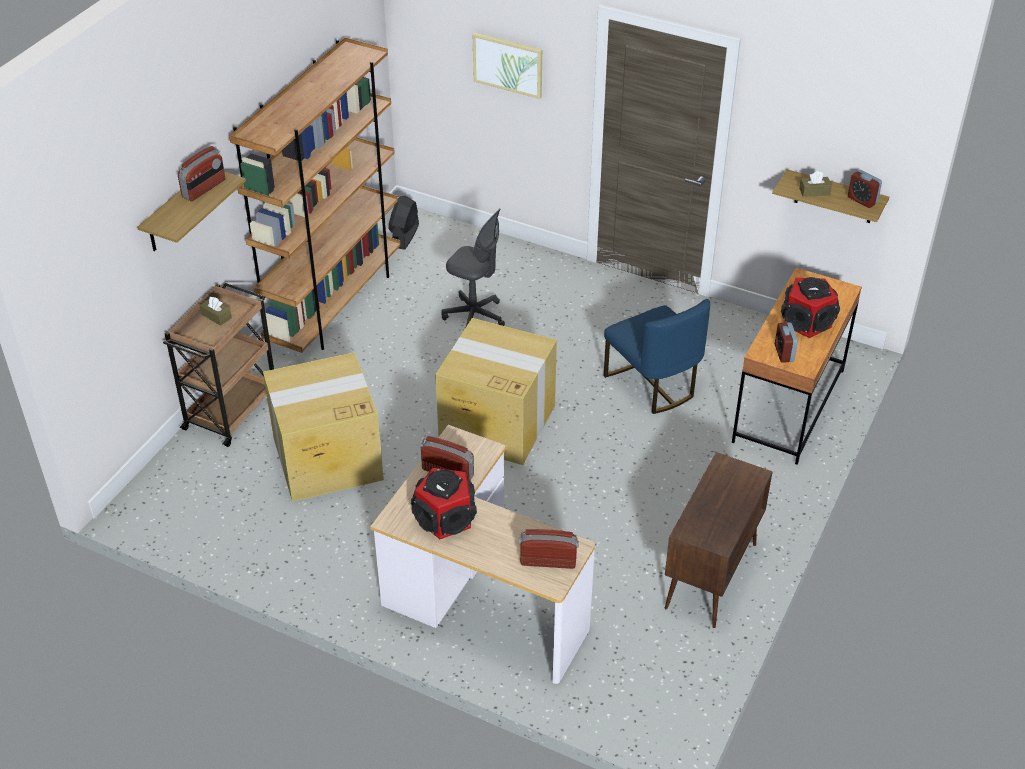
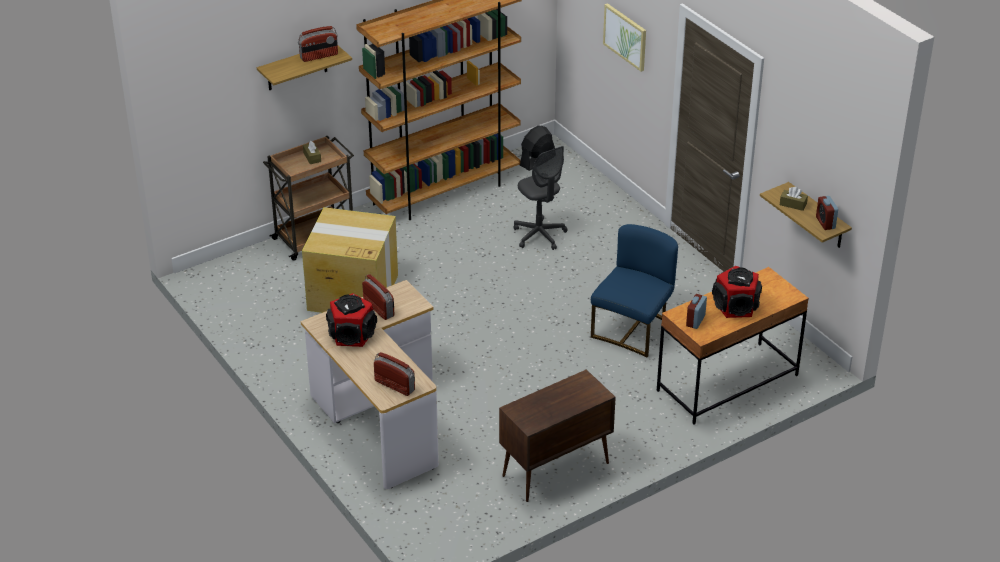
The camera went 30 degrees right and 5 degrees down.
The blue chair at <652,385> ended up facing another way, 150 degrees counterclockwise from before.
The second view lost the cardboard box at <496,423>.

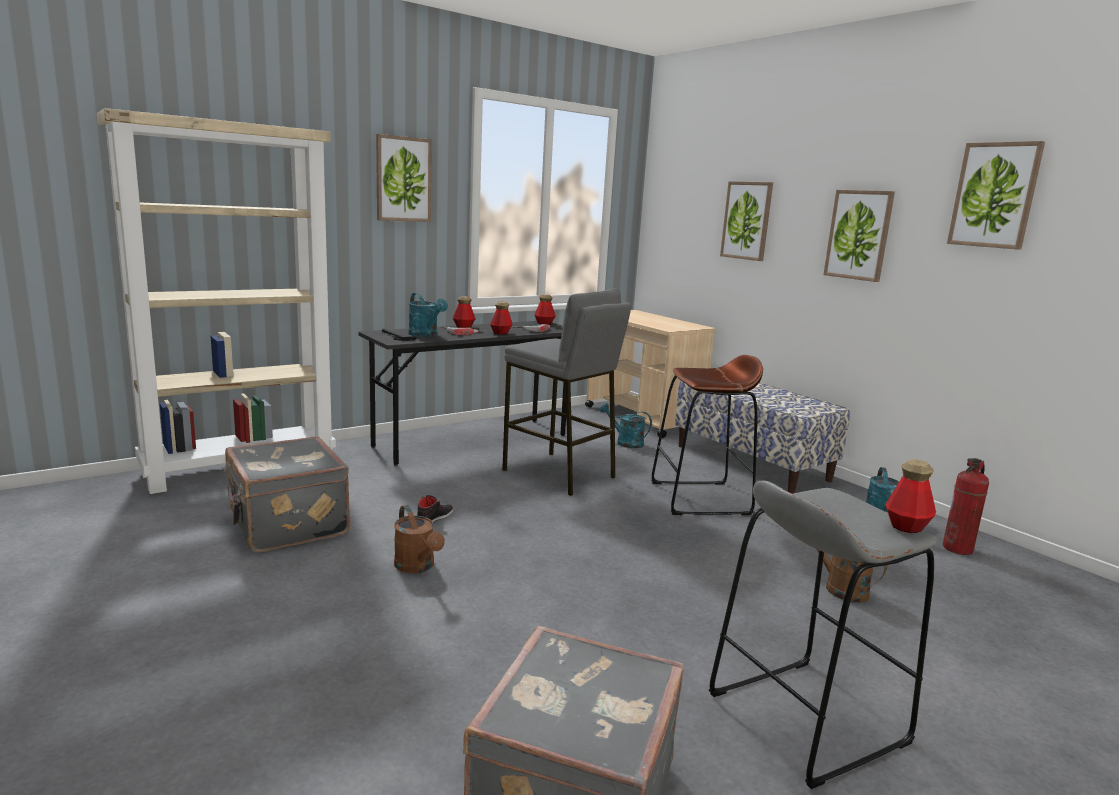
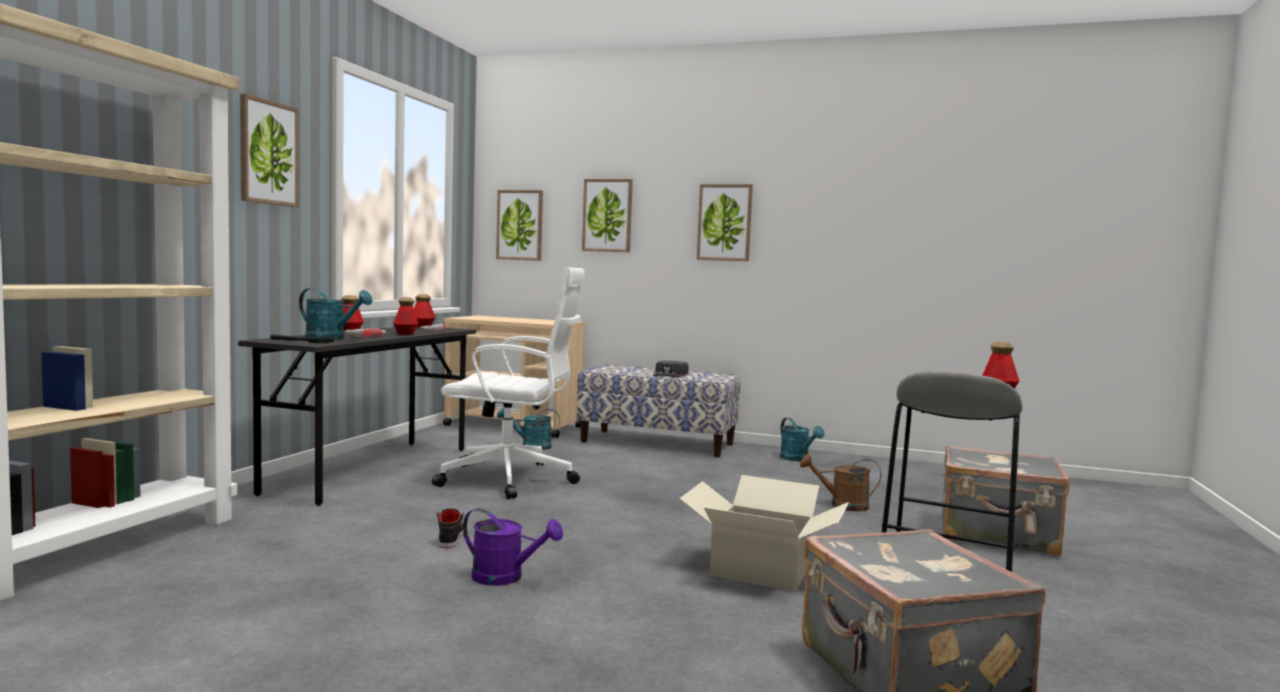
The camera went 35 degrees left and 10 degrees down.
The picture ended up elsewhere, having gone from <994,195> to <520,225>.
Where the grey stool stood at <559,473>, the white office chair came to stand at <511,479>.
The second view lost the brown stool at <700,498>.
The grey suitcase ended up elsewhere, having gone from <286,525> to <998,536>.
The second view lost the fire extinguisher at <958,549>.
What was the brown watering can at <417,567> turned into the purple watering can at <506,578>.
The second view gained the black cap at <670,374>.
The second view gained the cardboard box at <760,570>.

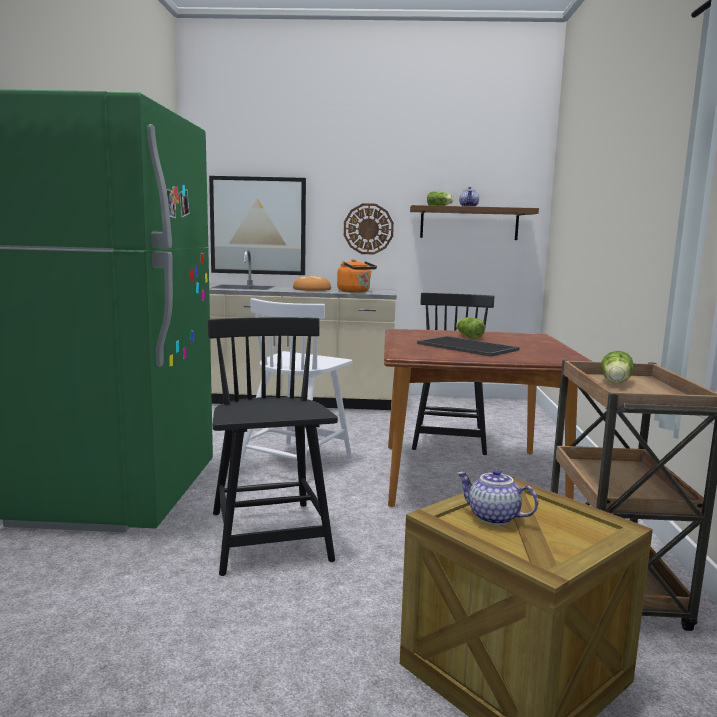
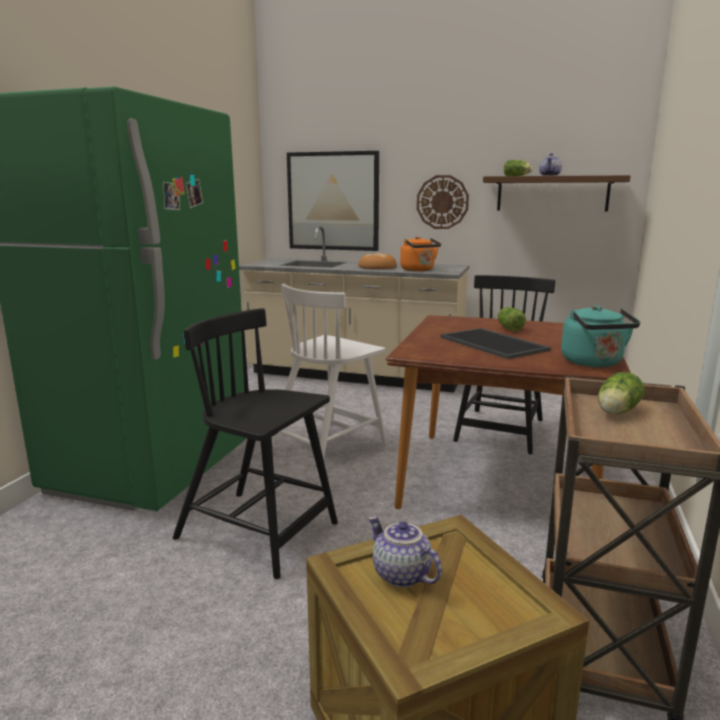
The camera went 15 degrees right and 5 degrees up.
The black chair at <269,538> ended up facing another way, 60 degrees counterclockwise from before.
The second view gained the turquoise kettle at <594,363>.

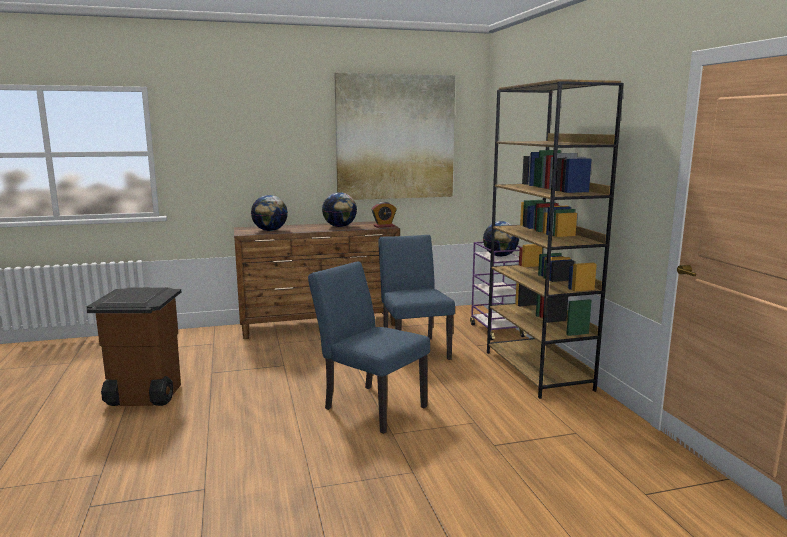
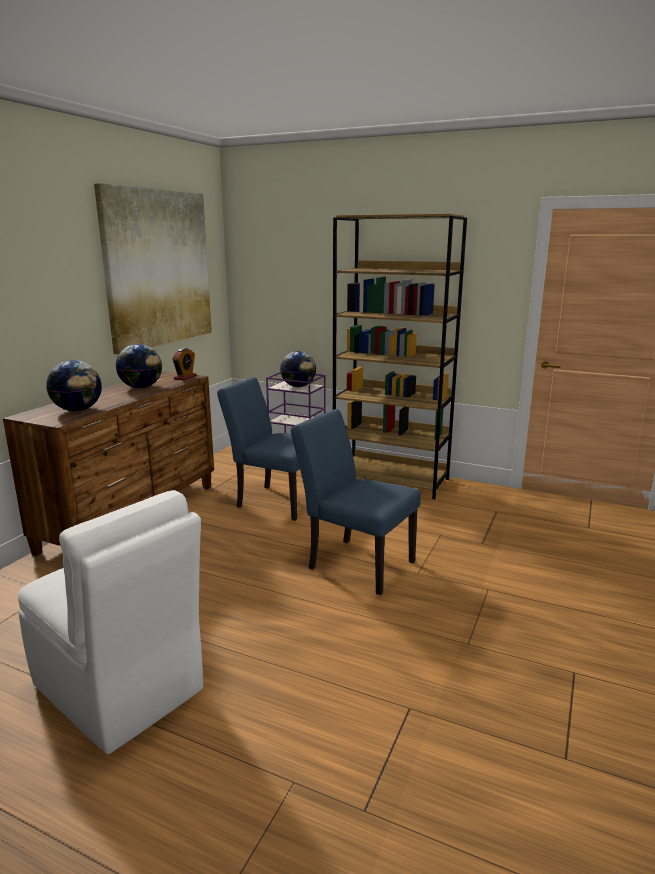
The camera went 50 degrees left and 5 degrees up.
The blue chair at <369,405> ended up facing another way, 45 degrees clockwise from before.
Where the brown trash can stood at <144,396>, the white chair came to stand at <120,689>.

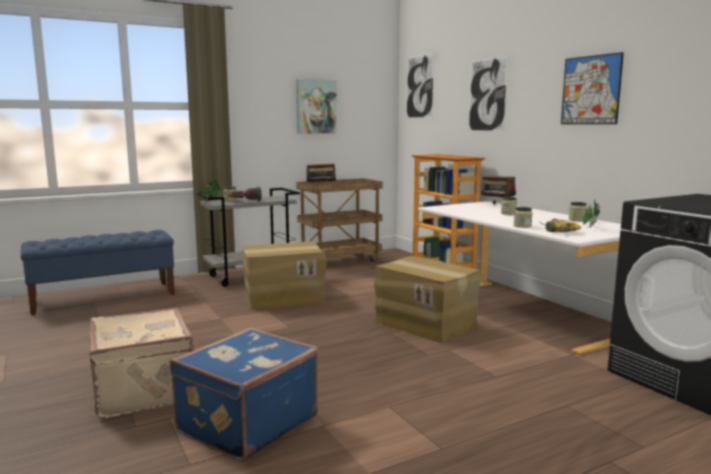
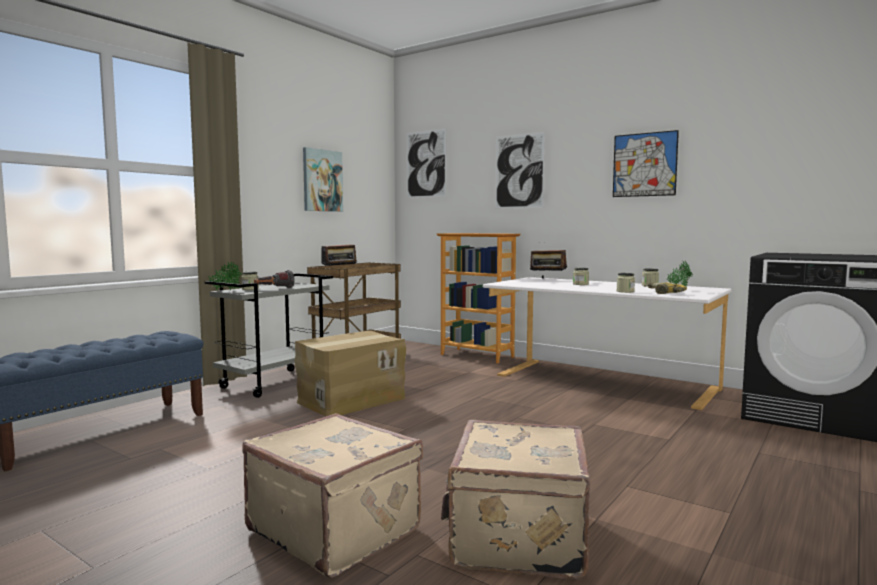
The camera went 25 degrees left and 5 degrees down.
The second view lost the cardboard box at <426,324>.
What was the blue suitcase at <245,423> turned into the beige suitcase at <516,537>.

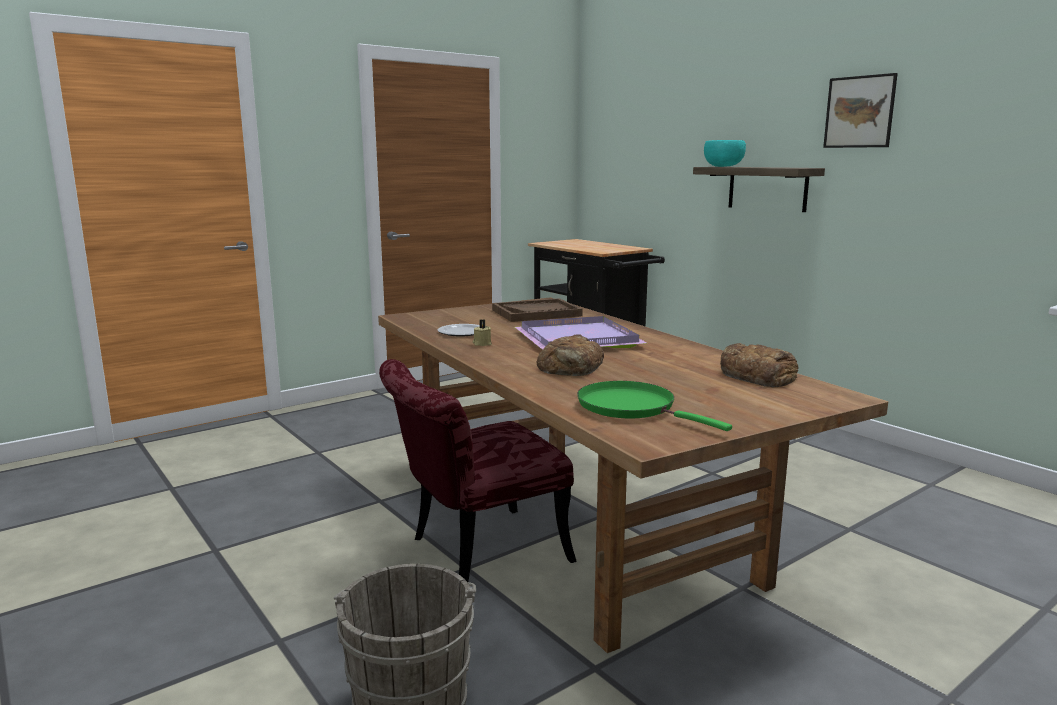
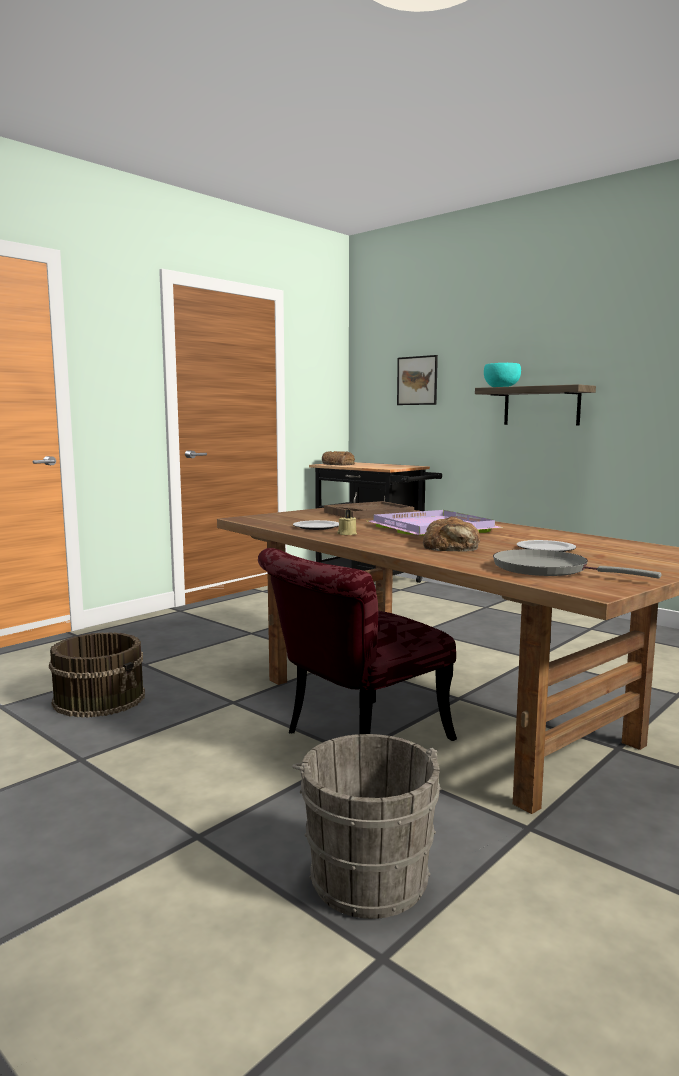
The camera went 10 degrees left and 5 degrees down.
The picture ended up elsewhere, having gone from <859,112> to <417,380>.
The bread ended up elsewhere, having gone from <758,375> to <338,464>.
What was the green frying pan at <632,407> turned into the grey frying pan at <546,569>.
The second view gained the plate at <546,549>.
The second view gained the brown bucket at <100,698>.

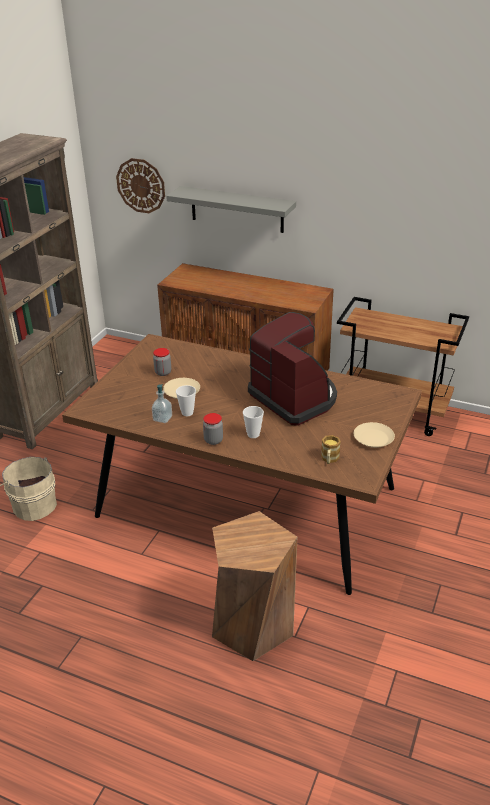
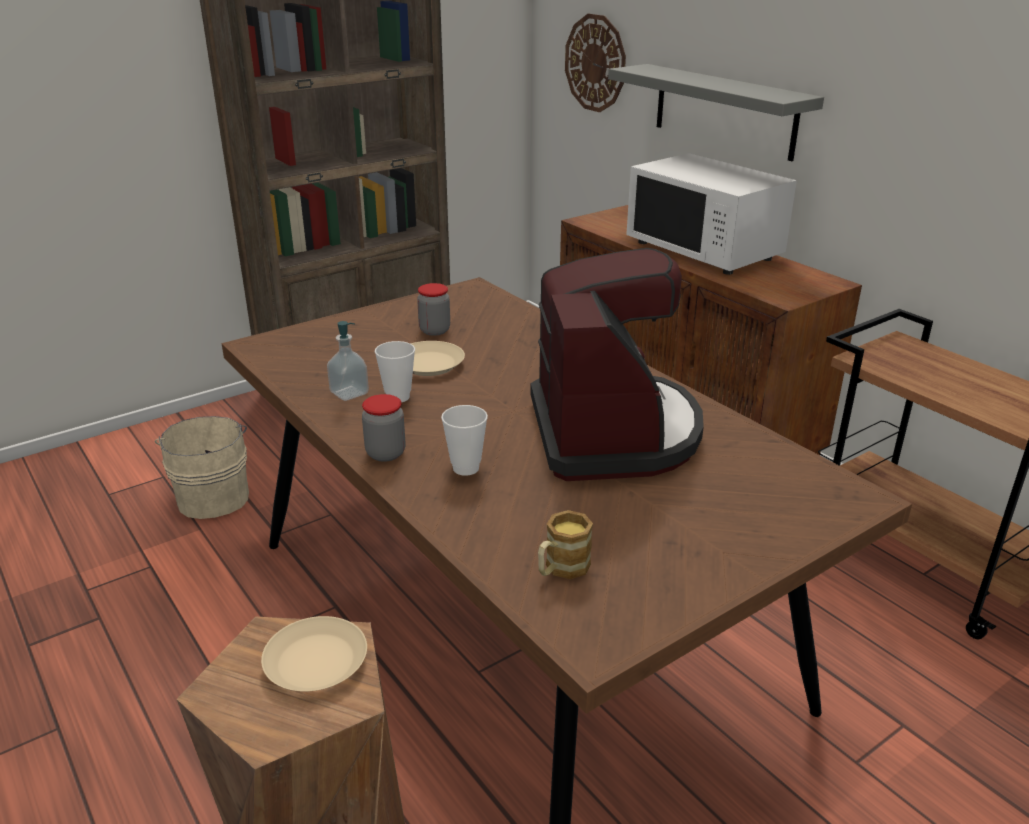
The camera went 30 degrees right and 5 degrees down.
The beige plate ended up elsewhere, having gone from <373,438> to <316,661>.
The second view gained the white microwave at <704,250>.

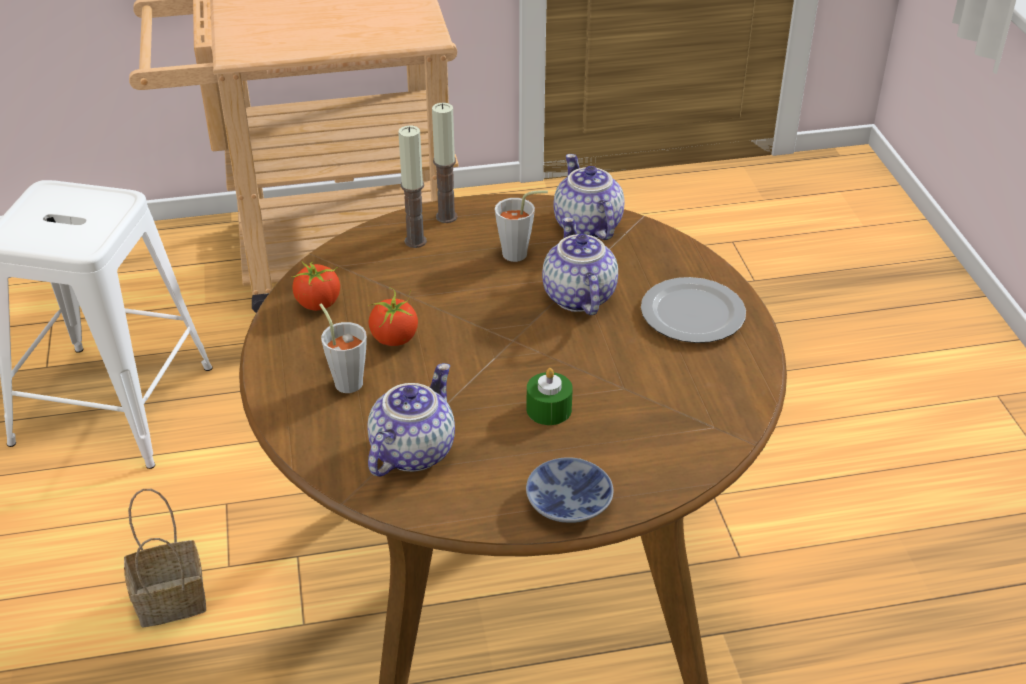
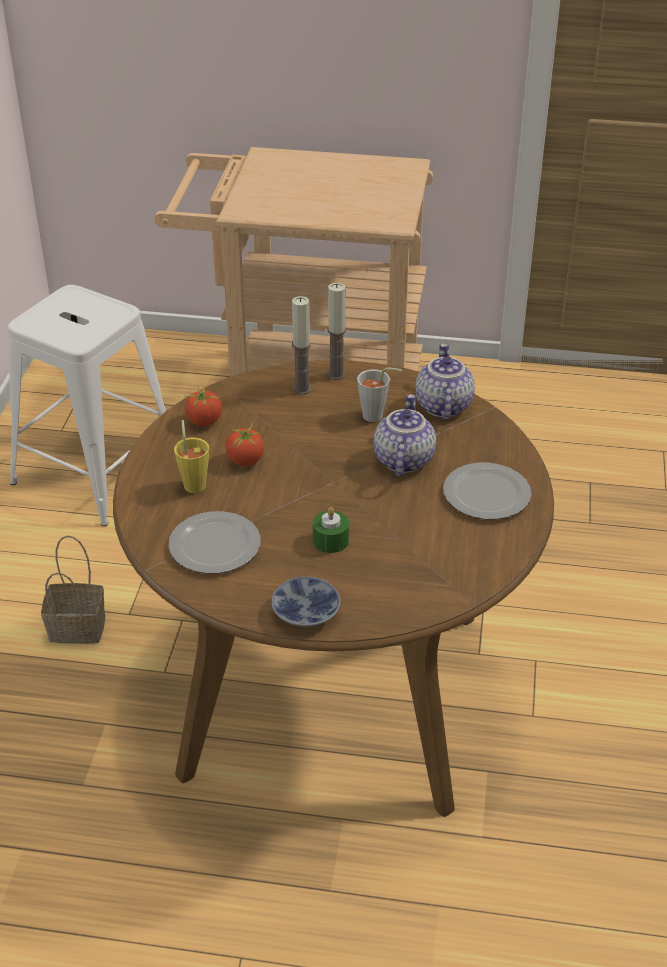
The camera went 20 degrees right and 0 degrees up.
What was the grey cup at <346,380> turned into the yellow cup at <194,482>.
Where the teapot stood at <411,451>, the plate came to stand at <213,545>.

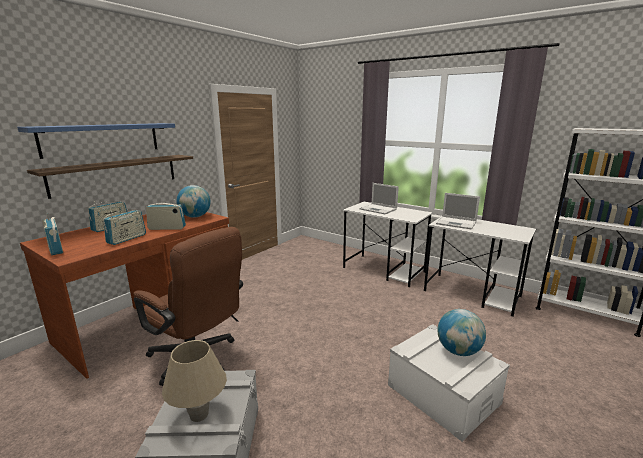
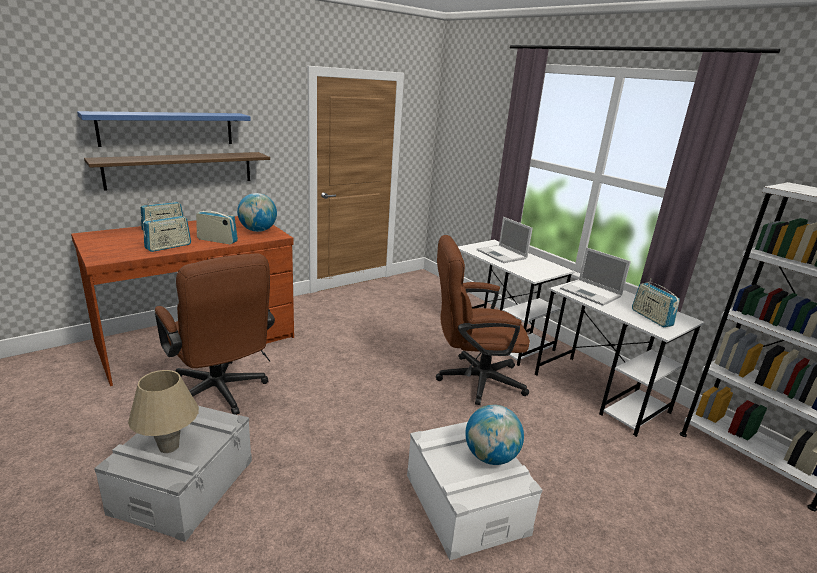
The camera went 15 degrees right and 5 degrees up.
The radio ended up elsewhere, having gone from <56,249> to <651,318>.
The second view gained the brown office chair at <472,380>.

